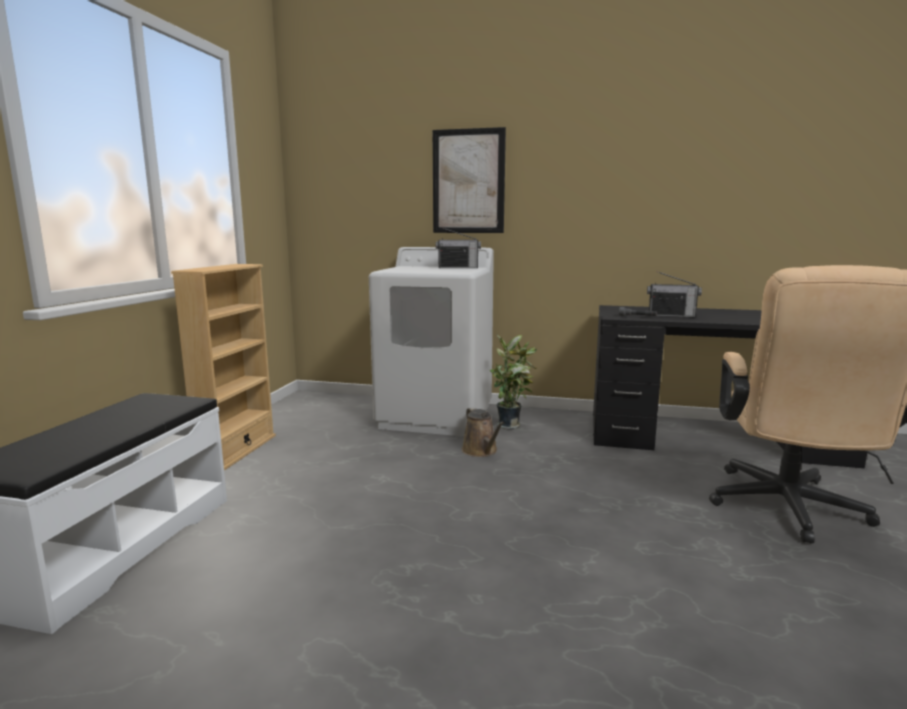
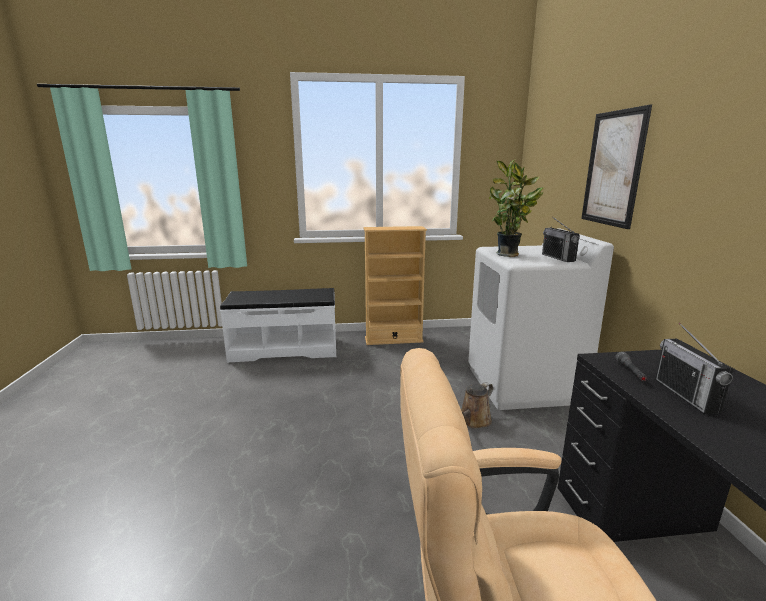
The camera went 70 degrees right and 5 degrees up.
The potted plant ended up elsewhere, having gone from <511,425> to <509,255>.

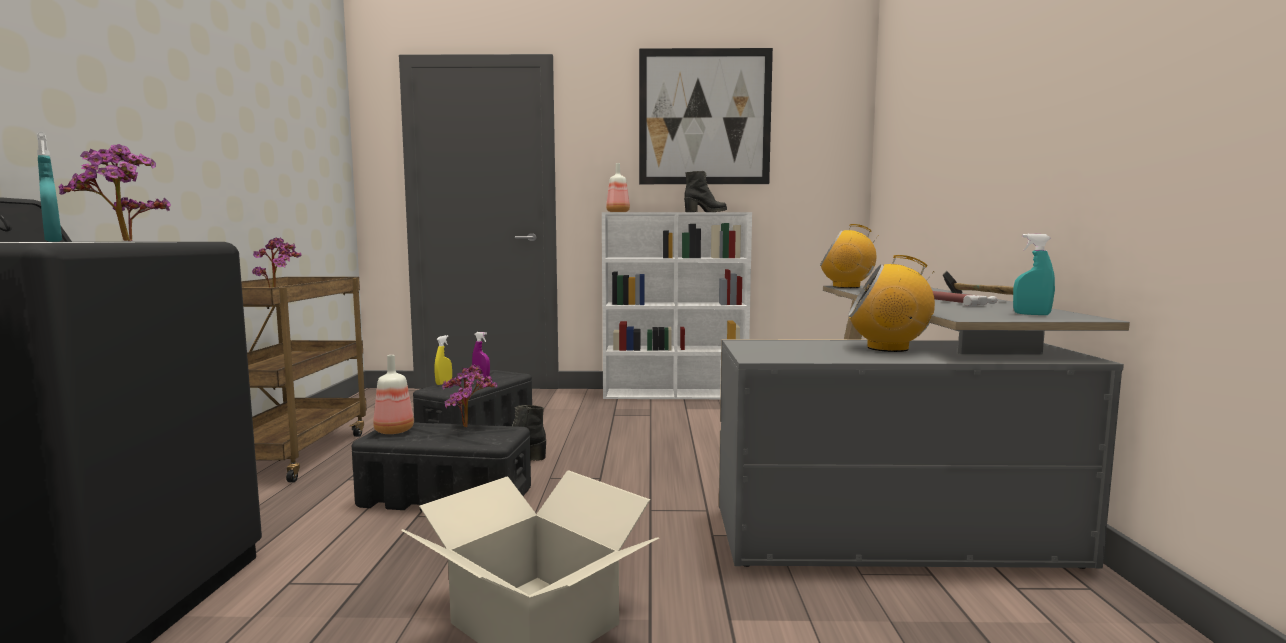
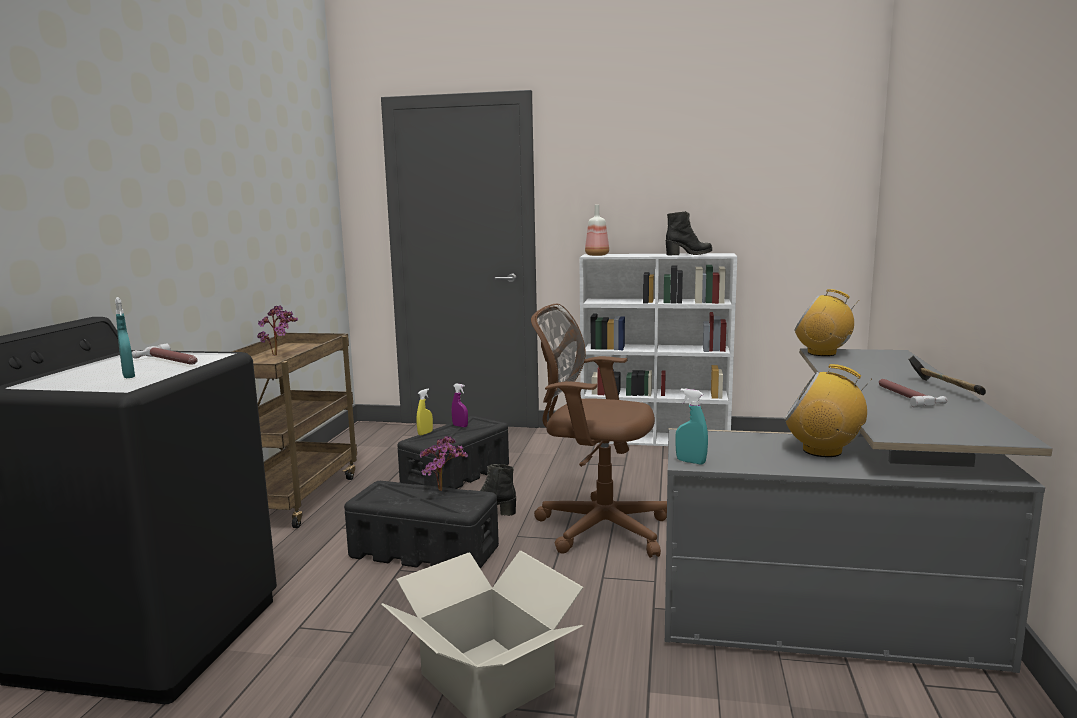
The camera went 10 degrees right and 5 degrees up.
The second view lost the picture at <704,117>.
Where the potted plant stood at <123,241>, the hammer came to stand at <170,361>.
The turquoise spray bottle ended up elsewhere, having gone from <1031,314> to <690,462>.
The second view lost the bottle at <393,431>.
The second view gained the brown office chair at <598,527>.

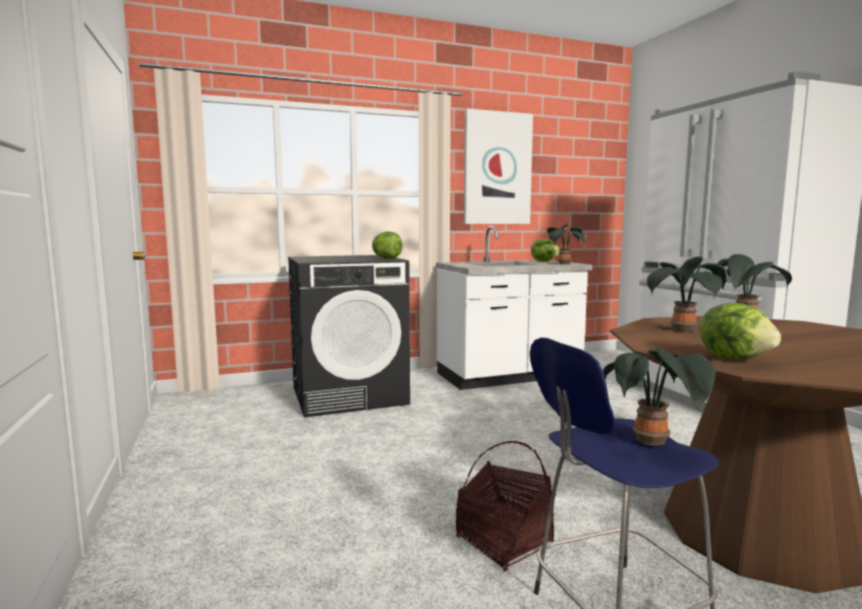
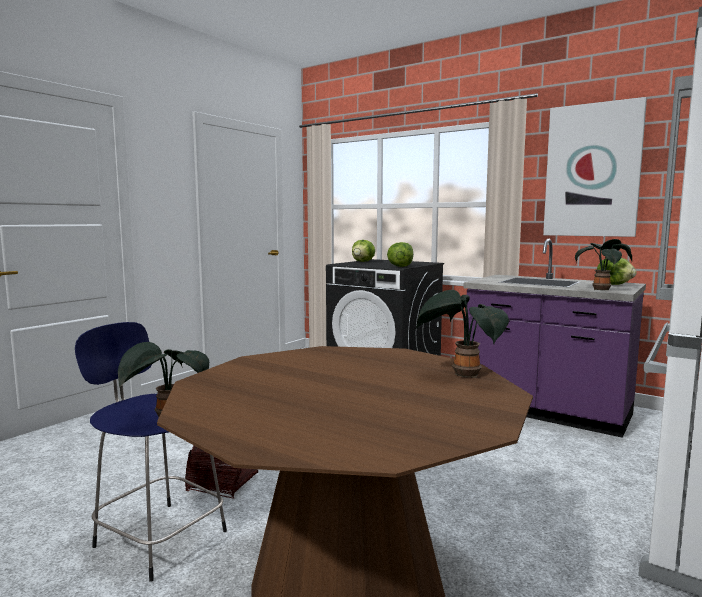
The camera went 55 degrees right and 0 degrees up.
What was the white counter at <509,376> turned into the purple counter at <546,411>.
The second view lost the potted plant at <682,330>.
The lettuce ended up elsewhere, having gone from <735,358> to <363,261>.

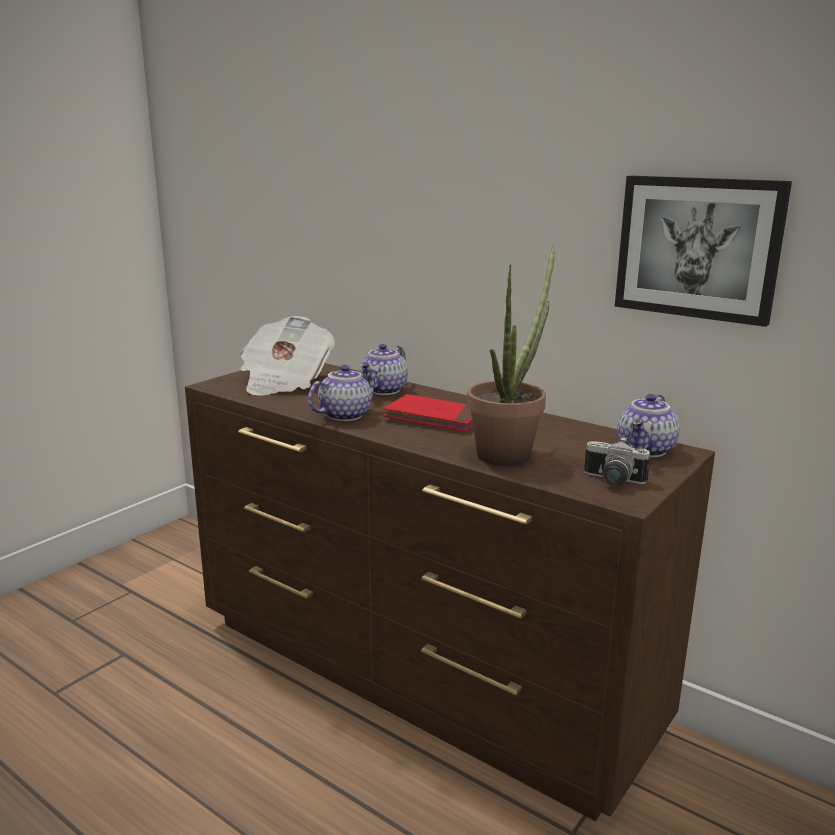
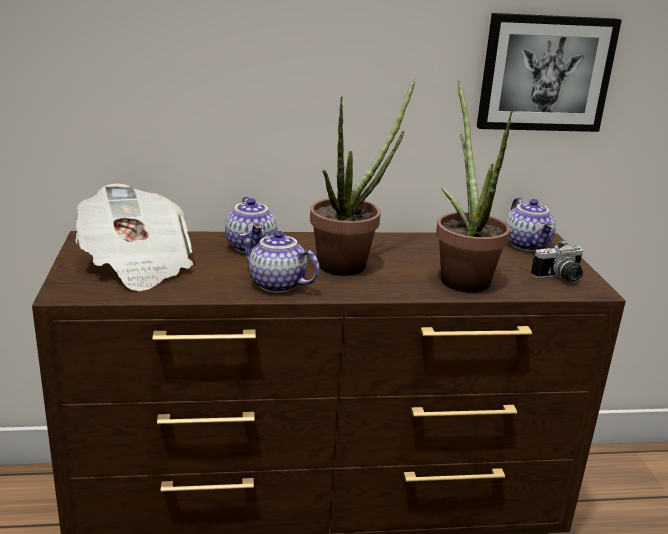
The camera went 45 degrees left and 5 degrees up.
The teapot at <345,415> ended up facing another way, 60 degrees counterclockwise from before.
Where the red book stood at <434,418>, the potted plant came to stand at <350,263>.

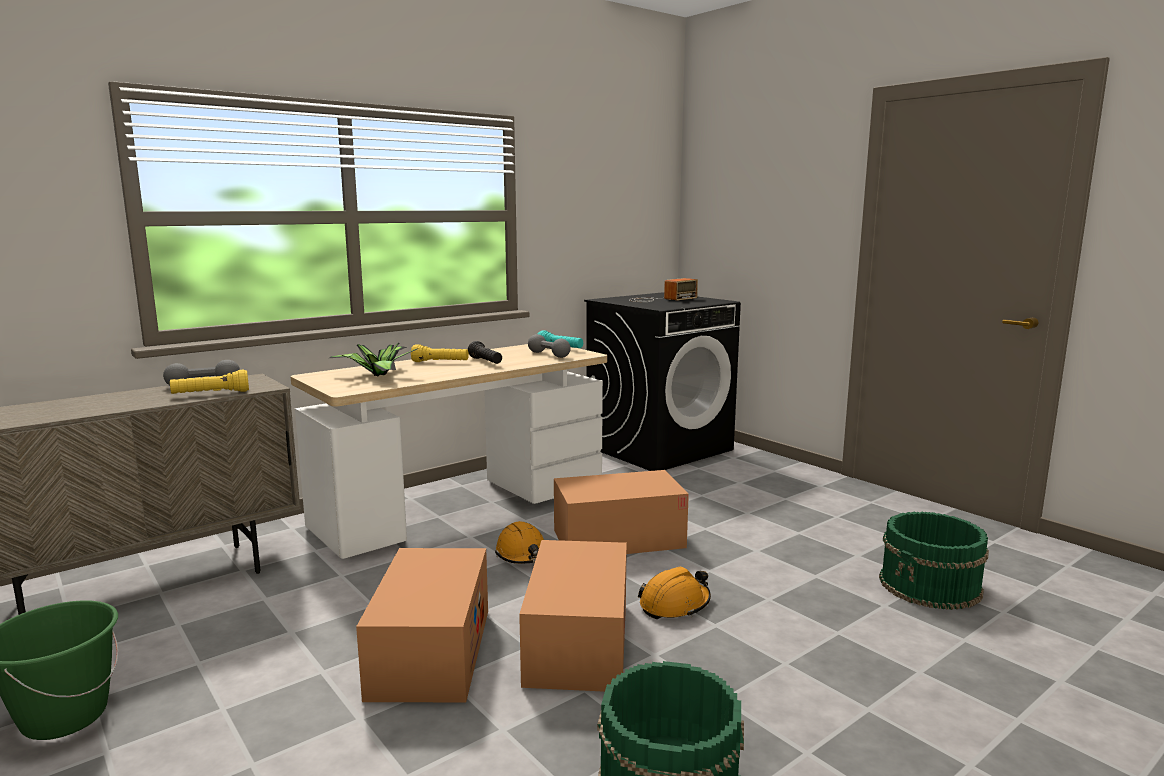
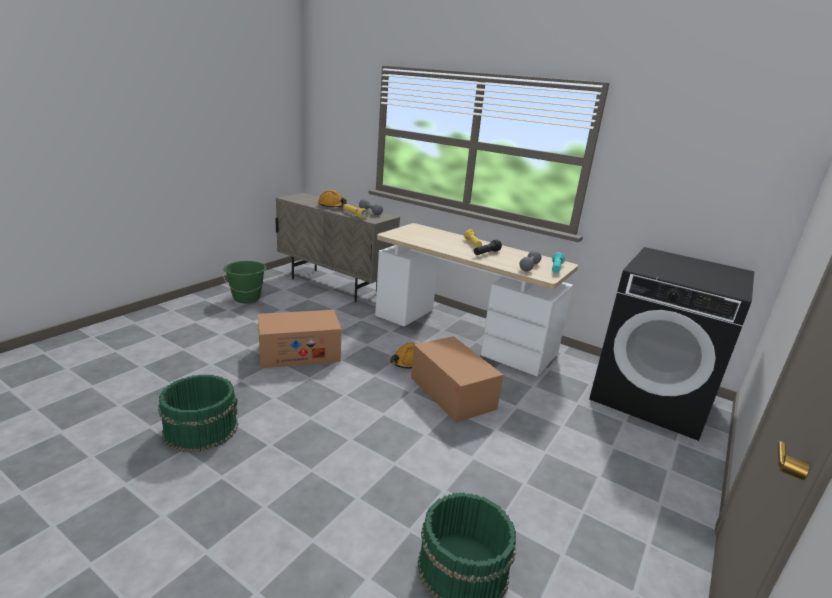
The camera went 70 degrees right and 10 degrees up.
The second view lost the radio at <660,299>.
The second view lost the potted plant at <377,375>.
The second view lost the cardboard box at <578,642>.
The orange hard hat ended up elsewhere, having gone from <675,605> to <332,206>.

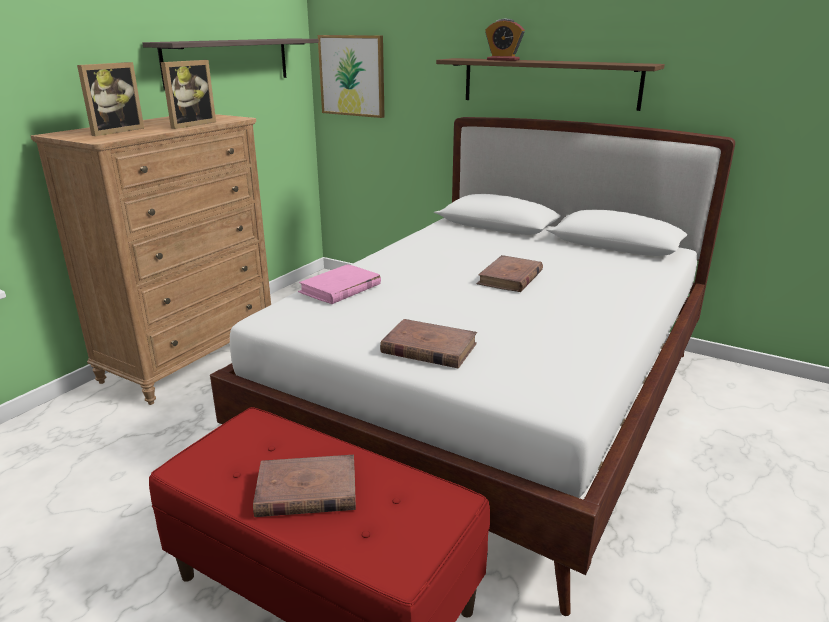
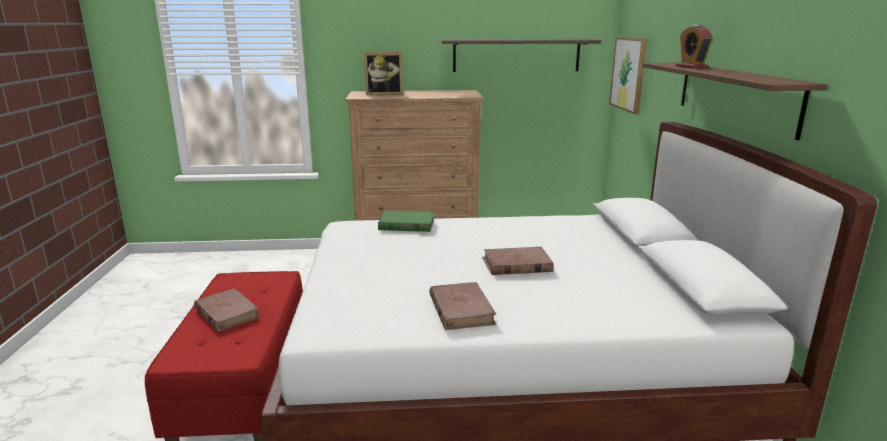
The camera went 55 degrees right and 5 degrees down.
The second view lost the picture frame at <189,124>.
What was the pink book at <340,288> turned into the green book at <406,225>.
The brown book ended up elsewhere, having gone from <428,348> to <461,309>.

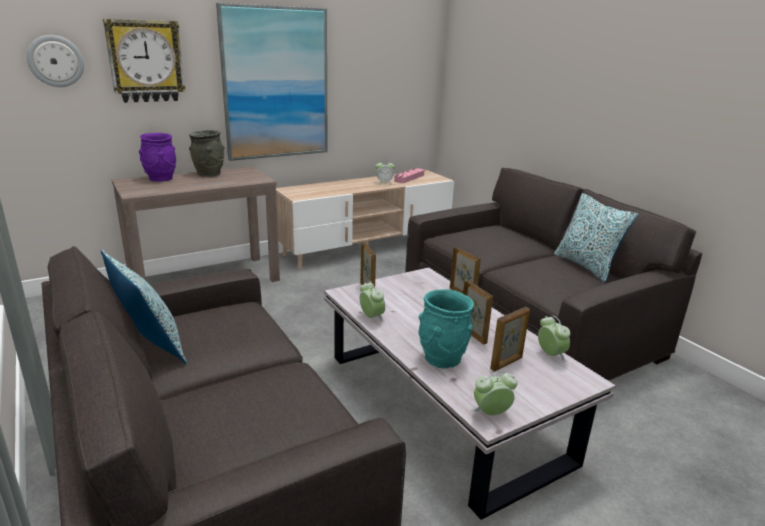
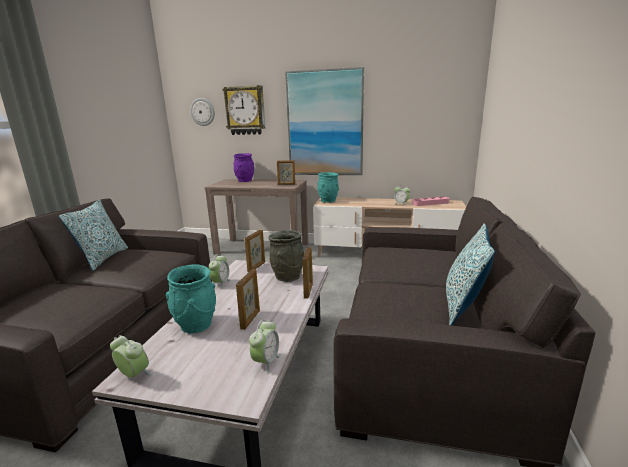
The camera went 45 degrees right and 5 degrees down.
The grey vase ended up elsewhere, having gone from <209,174> to <288,277>.
The picture frame ended up elsewhere, having gone from <507,363> to <286,184>.
The second view gained the turquoise vase at <328,201>.

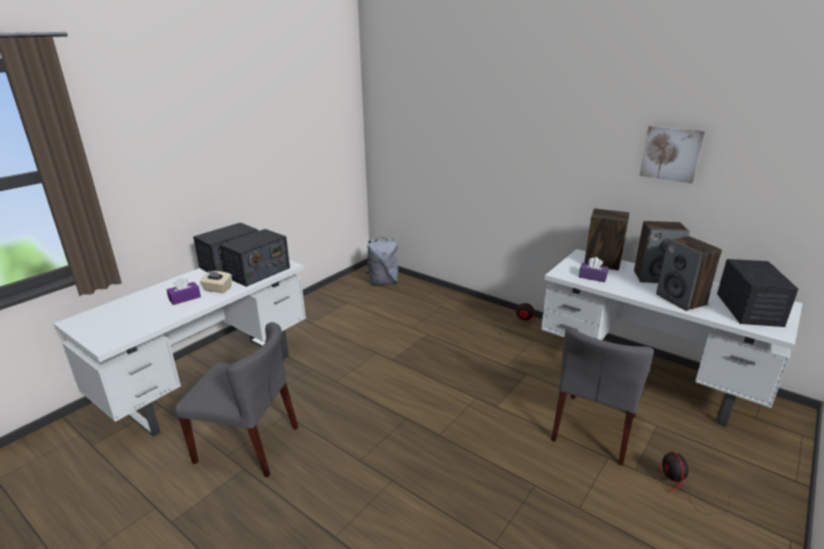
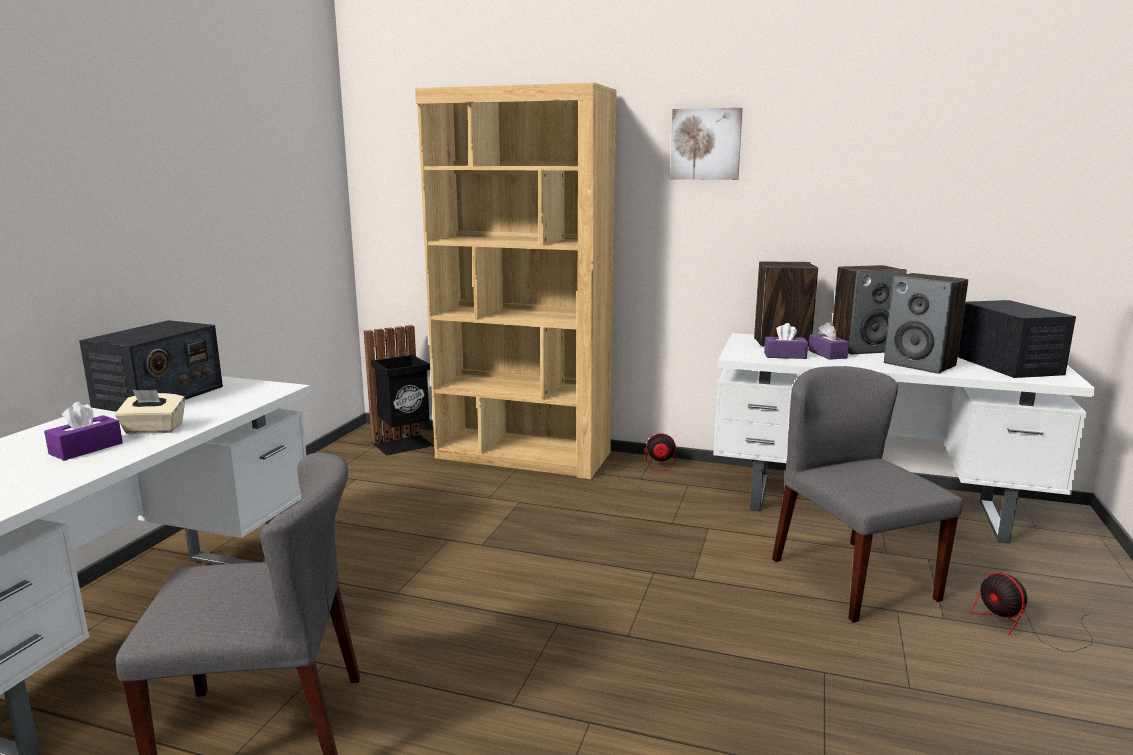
The camera went 20 degrees left and 10 degrees down.
The picture ended up elsewhere, having gone from <671,153> to <705,144>.
The second view lost the radio at <257,272>.
Where the grey backpack stood at <383,282>, the black trash can came to stand at <404,444>.
The grey chair at <594,428> ended up facing another way, 150 degrees clockwise from before.
The second view gained the brown bookcase at <523,456>.
The second view gained the purple tissue box at <827,354>.

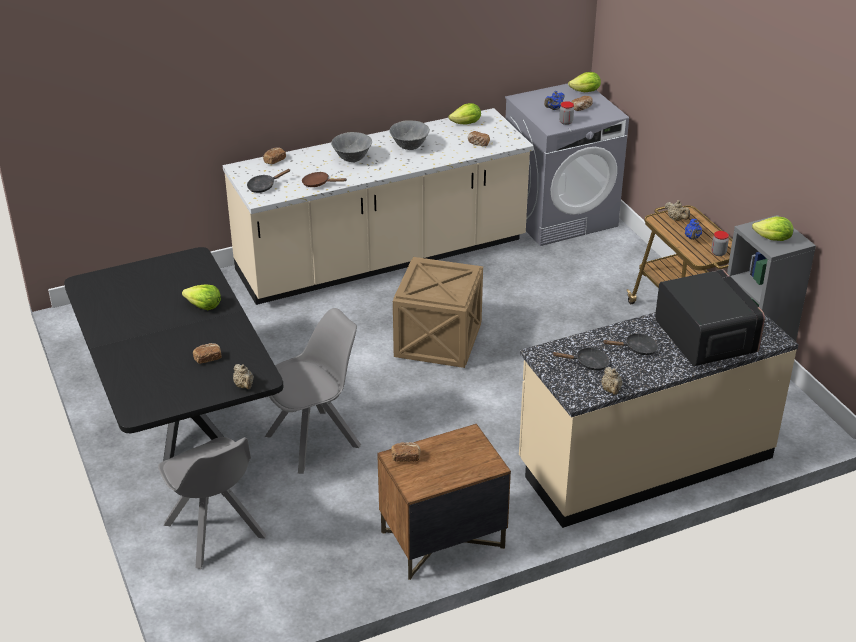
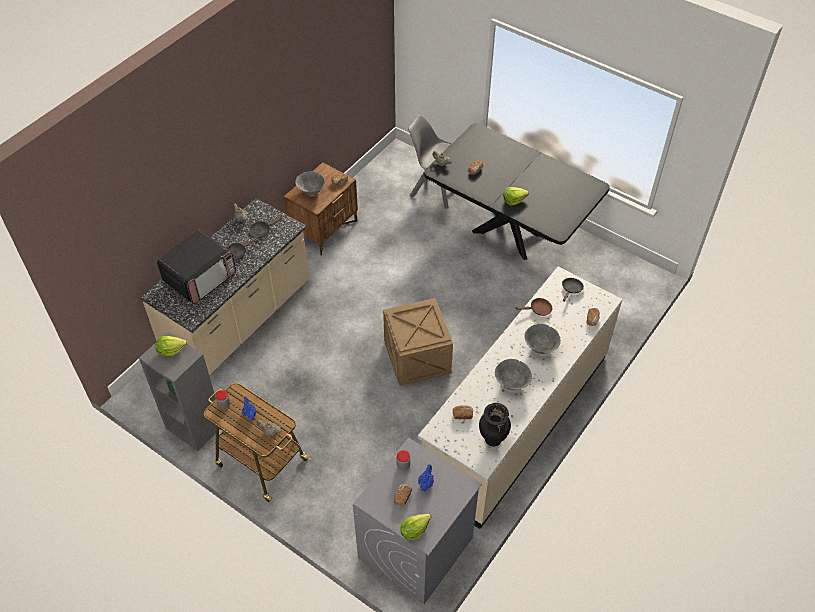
The camera went 150 degrees right and 15 degrees up.
Where the lettuce stood at <466,123>, the black vase came to stand at <492,440>.
The microwave at <704,338> ended up facing another way, 90 degrees counterclockwise from before.
The second view lost the grey chair at <315,440>.
The second view gained the grey bowl at <311,191>.

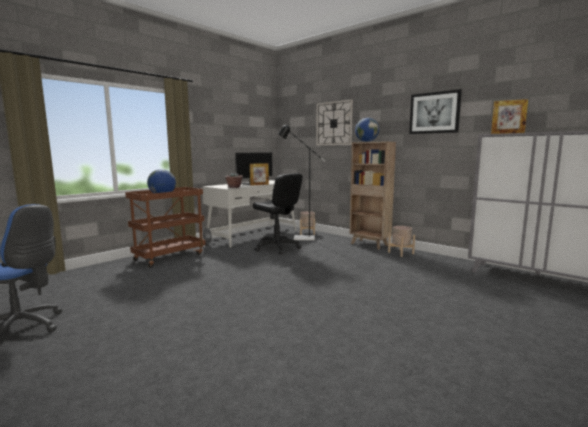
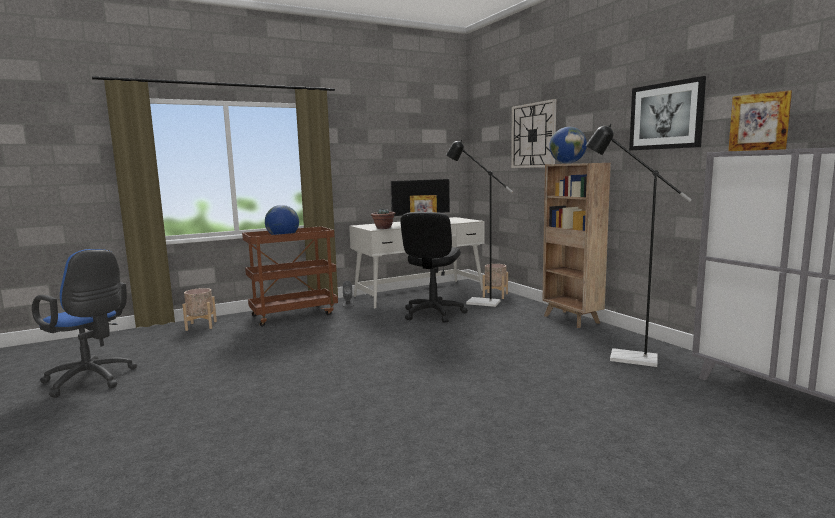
The camera went 20 degrees right and 0 degrees up.
The black office chair at <277,248> ended up facing another way, 45 degrees clockwise from before.
The beige planter ended up elsewhere, having gone from <401,253> to <201,326>.
The second view gained the black floor lamp at <623,357>.

